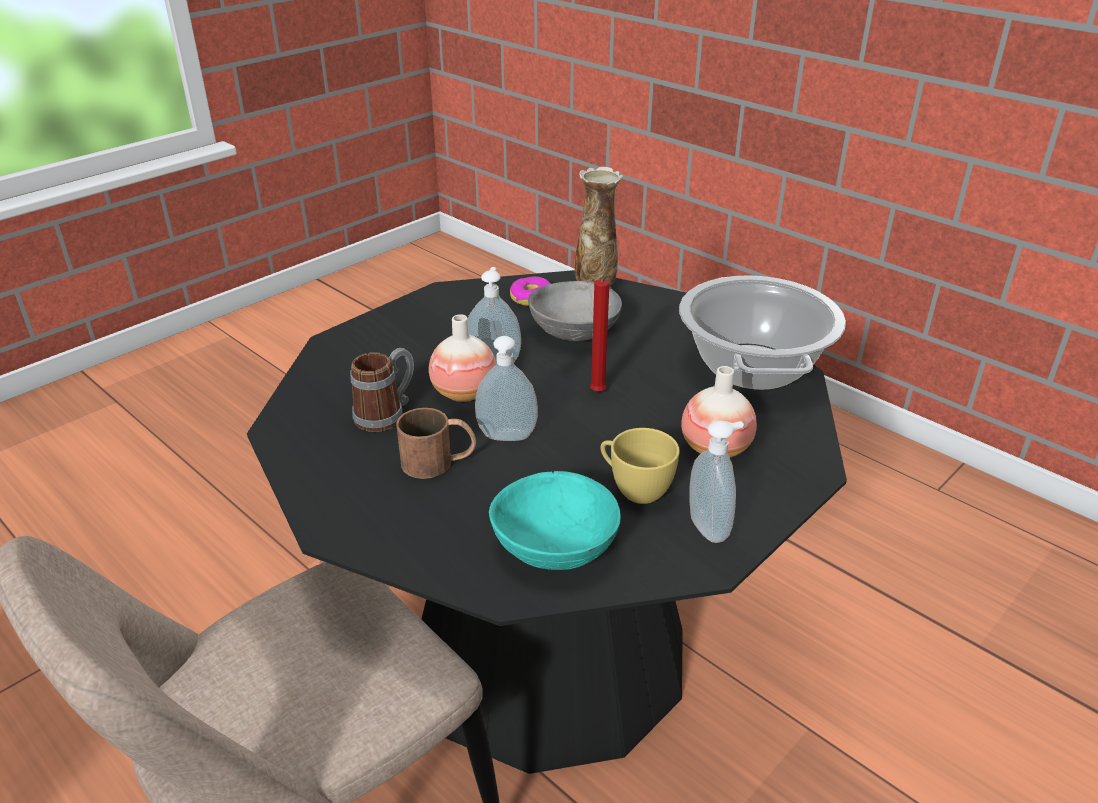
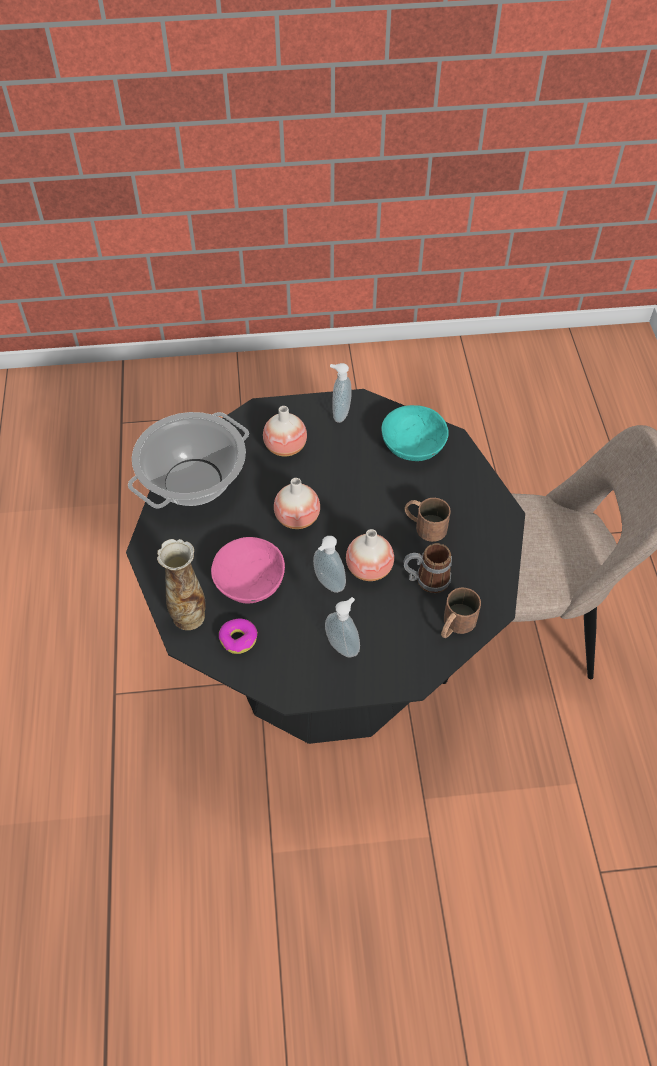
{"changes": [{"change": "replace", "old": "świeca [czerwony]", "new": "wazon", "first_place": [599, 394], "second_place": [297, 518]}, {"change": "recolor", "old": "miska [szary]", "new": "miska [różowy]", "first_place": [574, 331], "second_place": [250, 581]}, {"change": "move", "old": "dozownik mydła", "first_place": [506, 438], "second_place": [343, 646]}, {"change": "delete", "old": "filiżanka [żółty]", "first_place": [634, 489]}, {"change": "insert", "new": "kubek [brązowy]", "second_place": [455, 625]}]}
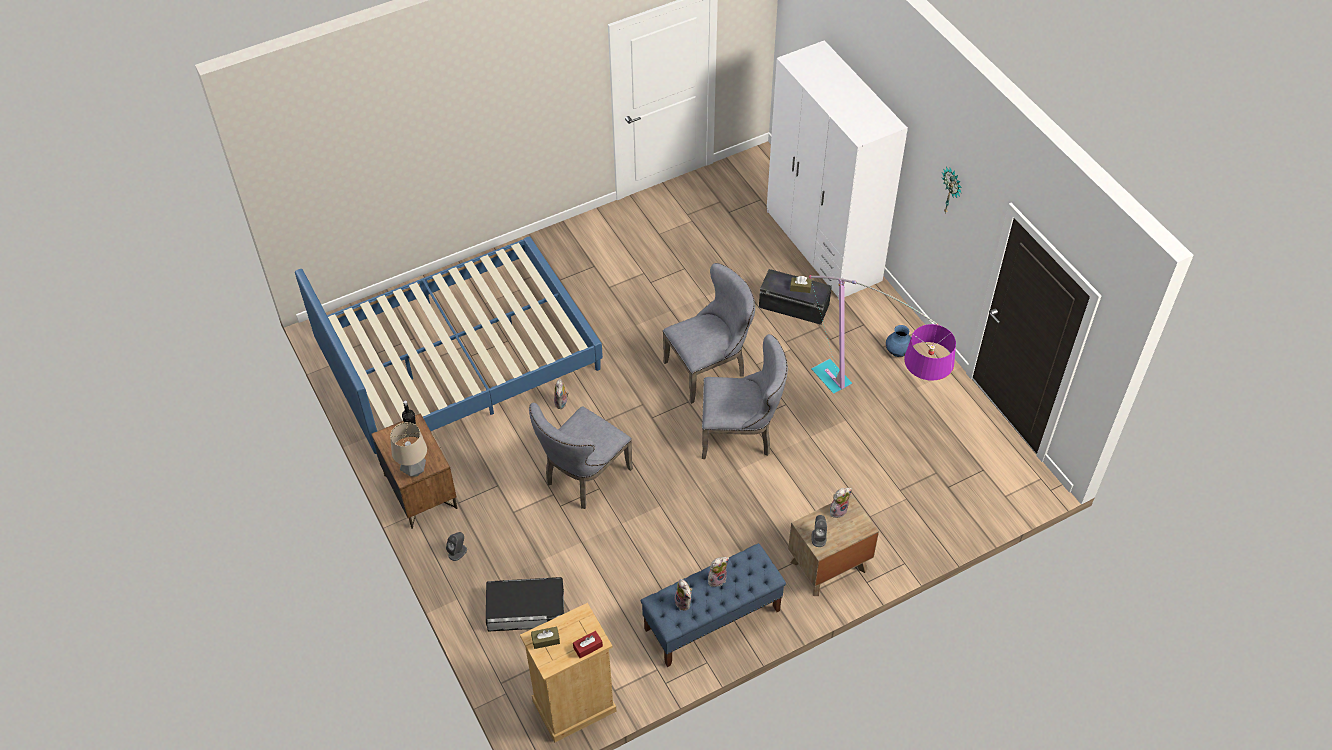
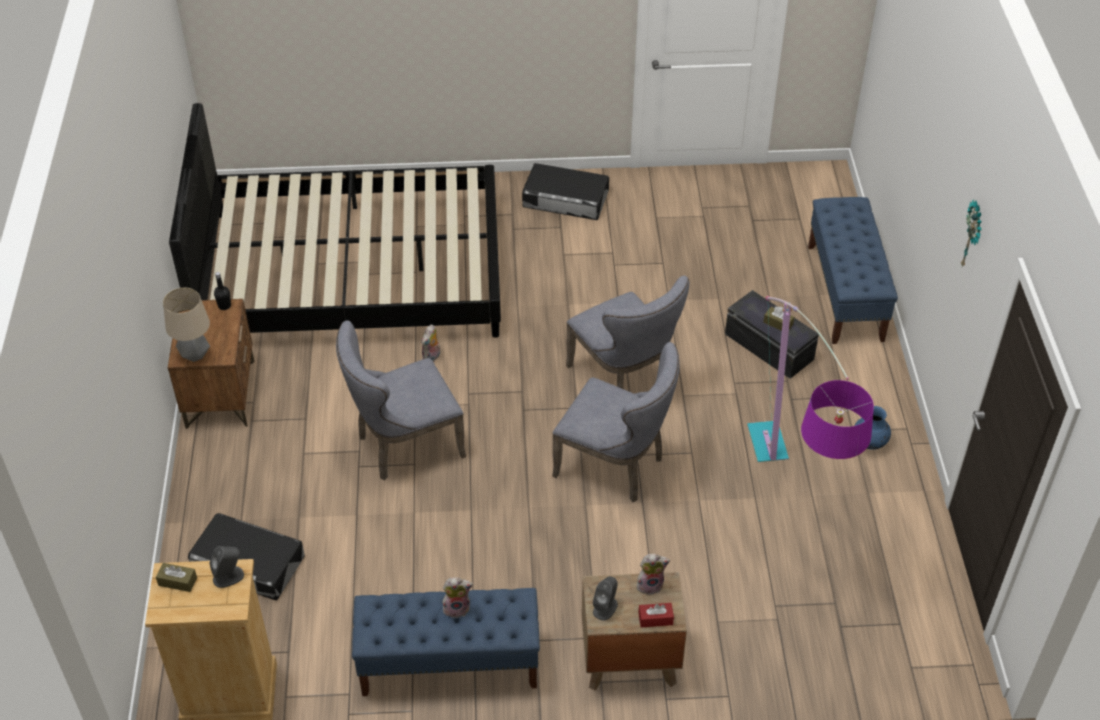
{"changes": [{"change": "replace", "old": "szafa [biały]", "new": "ławka [niebieski]", "first_place": [823, 246], "second_place": [845, 293]}, {"change": "recolor", "old": "łóżko [niebieski]", "new": "łóżko [czarny]", "first_place": [459, 359], "second_place": [352, 273]}, {"change": "rotate", "old": "krzesło [szary]", "first_place": [710, 368], "second_place": [624, 380], "degrees": 60}, {"change": "move", "old": "głośnik [szary]", "first_place": [458, 552], "second_place": [229, 577]}, {"change": "delete", "old": "pluszak", "first_place": [684, 602]}, {"change": "move", "old": "pudełko chusteczek [czerwony]", "first_place": [588, 647], "second_place": [655, 619]}, {"change": "insert", "new": "pojemnik do przechowywania [czarny]", "second_place": [566, 198]}]}
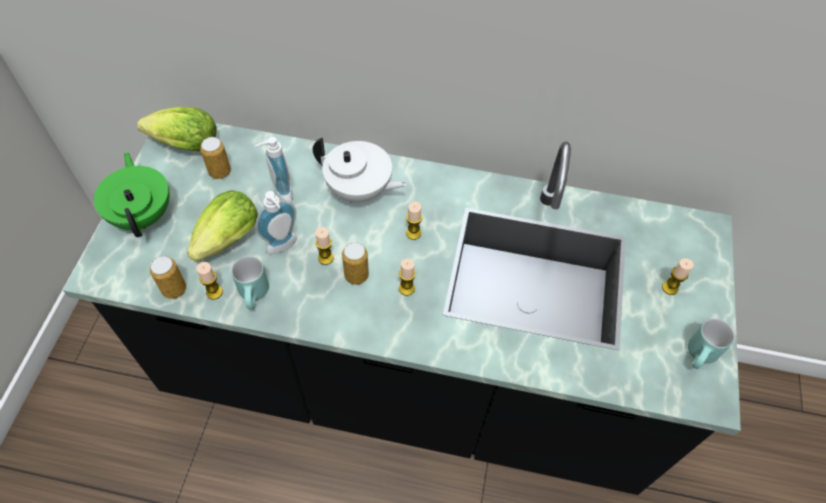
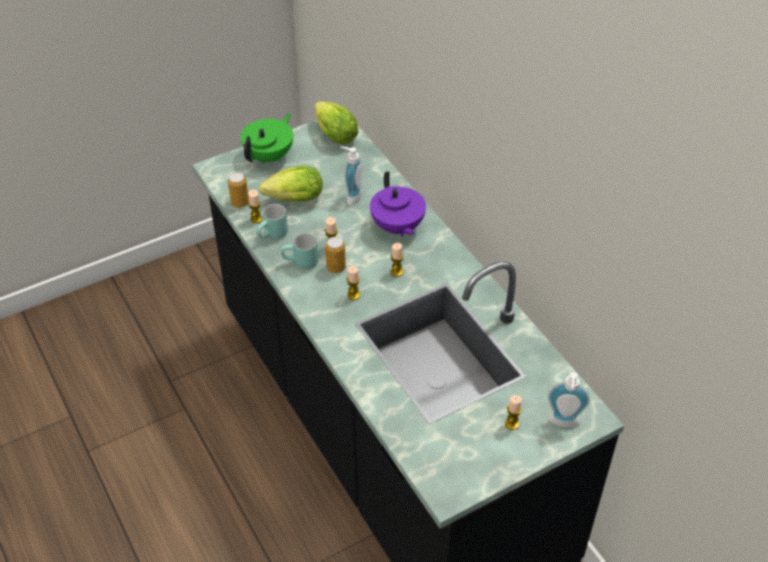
{"changes": [{"change": "delete", "old": "puszka", "first_place": [220, 172]}, {"change": "recolor", "old": "imbryk [biały]", "new": "imbryk [fioletowy]", "first_place": [359, 190], "second_place": [397, 227]}, {"change": "move", "old": "dozownik mydła", "first_place": [284, 247], "second_place": [563, 424]}, {"change": "move", "old": "kubek [turkusowy]", "first_place": [701, 357], "second_place": [301, 264]}]}
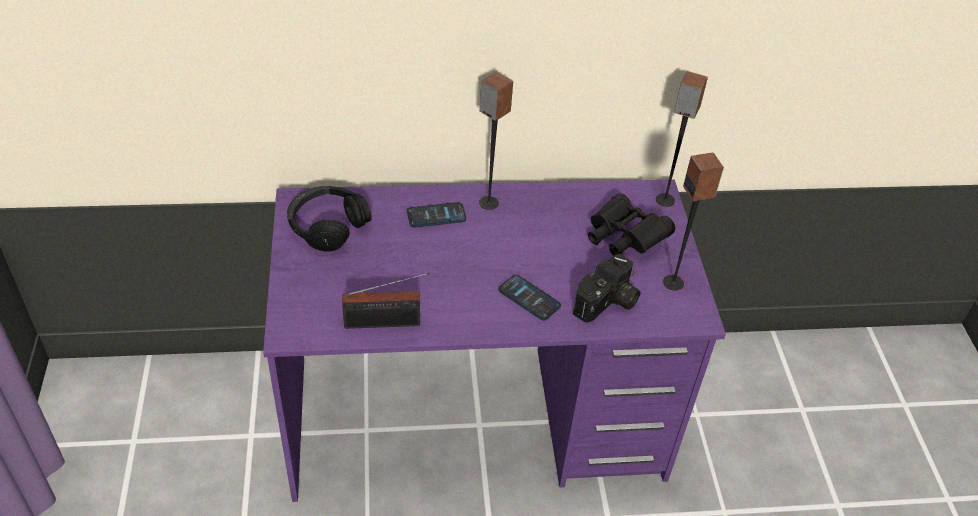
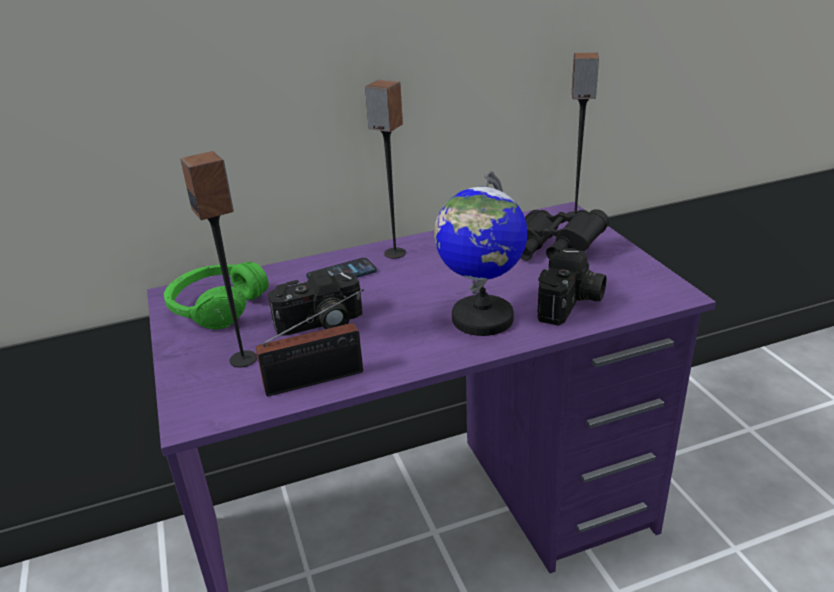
{"changes": [{"change": "move", "old": "głośnik", "first_place": [673, 283], "second_place": [244, 359]}, {"change": "recolor", "old": "słuchawki [czarny]", "new": "słuchawki [zielony]", "first_place": [327, 226], "second_place": [217, 307]}, {"change": "replace", "old": "telefon", "new": "globus", "first_place": [529, 298], "second_place": [481, 318]}, {"change": "insert", "new": "aparat fotograficzny", "second_place": [320, 325]}]}
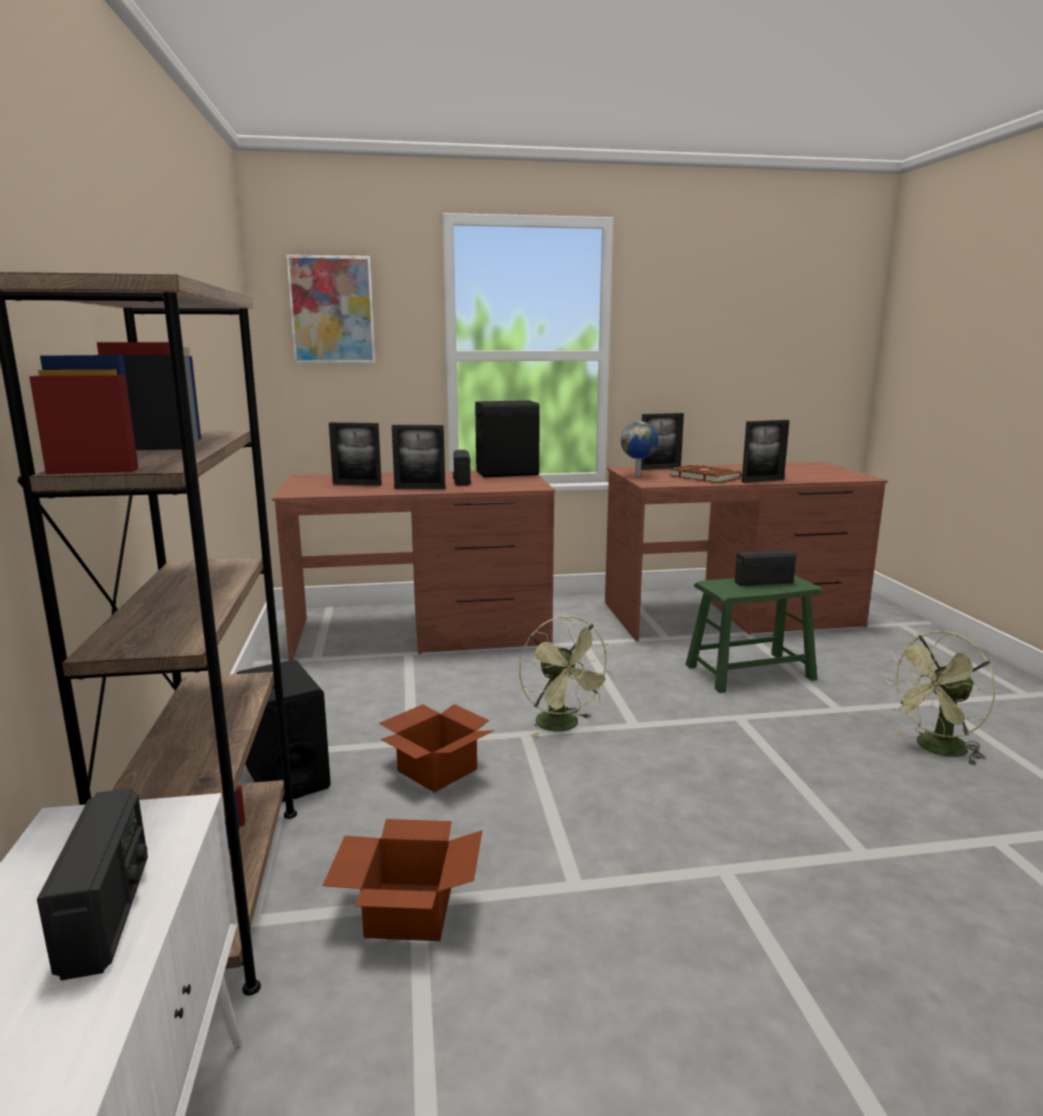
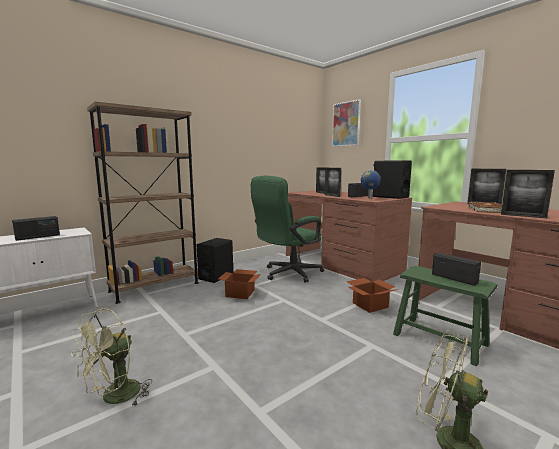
{"changes": [{"change": "move", "old": "globus", "first_place": [638, 476], "second_place": [370, 198]}, {"change": "move", "old": "wentylator [zielony]", "first_place": [563, 726], "second_place": [114, 398]}, {"change": "move", "old": "karton", "first_place": [407, 910], "second_place": [370, 304]}, {"change": "insert", "new": "krzesło biurowe [zielony]", "second_place": [288, 274]}]}
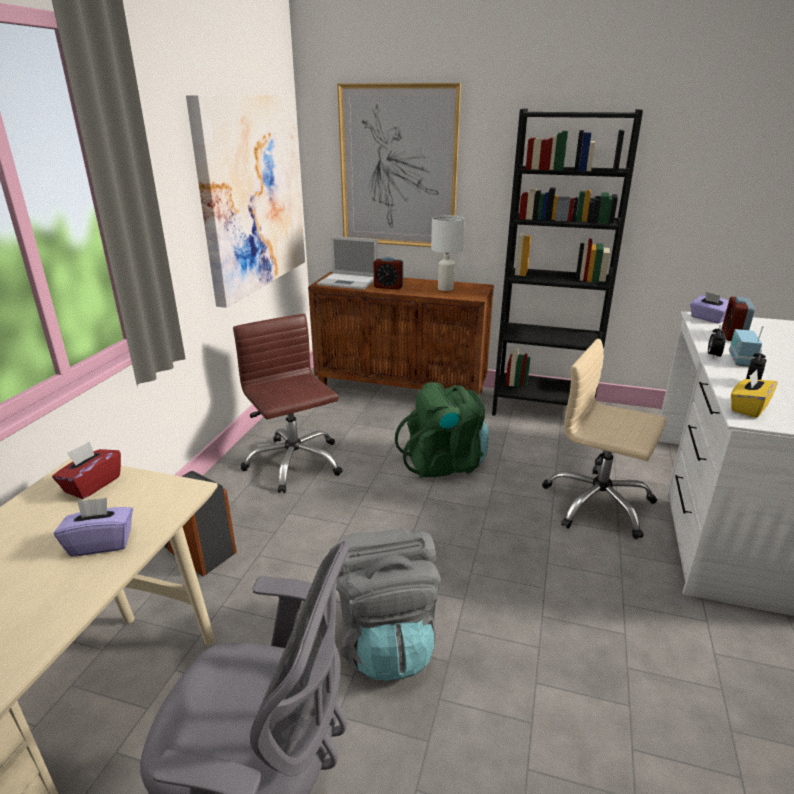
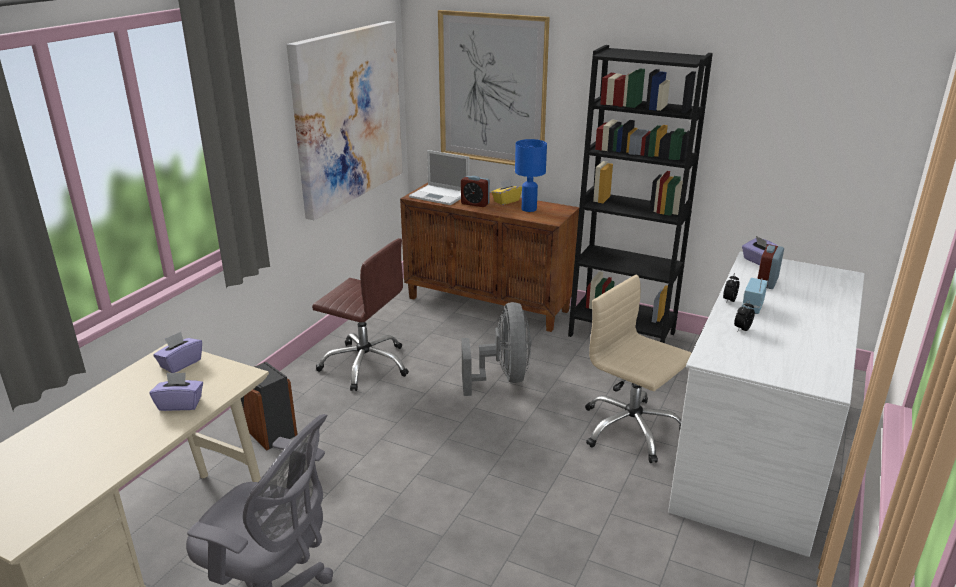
{"changes": [{"change": "recolor", "old": "lampa stołowa [biały]", "new": "lampa stołowa [niebieski]", "first_place": [445, 288], "second_place": [529, 209]}, {"change": "rotate", "old": "krzesło biurowe [brązowy]", "first_place": [294, 463], "second_place": [365, 364], "degrees": 135}, {"change": "move", "old": "pudełko chusteczek [żółty]", "first_place": [748, 408], "second_place": [506, 201]}, {"change": "replace", "old": "plecak [zielony]", "new": "wentylator [szary]", "first_place": [444, 463], "second_place": [502, 378]}, {"change": "recolor", "old": "pudełko chusteczek [czerwony]", "new": "pudełko chusteczek [fioletowy]", "first_place": [92, 484], "second_place": [180, 363]}, {"change": "delete", "old": "plecak [szary]", "first_place": [386, 639]}]}
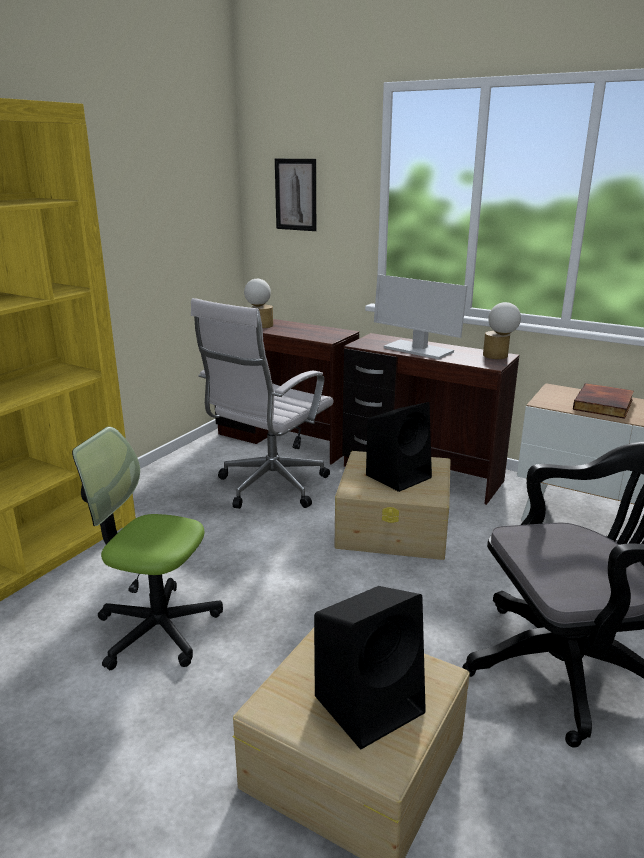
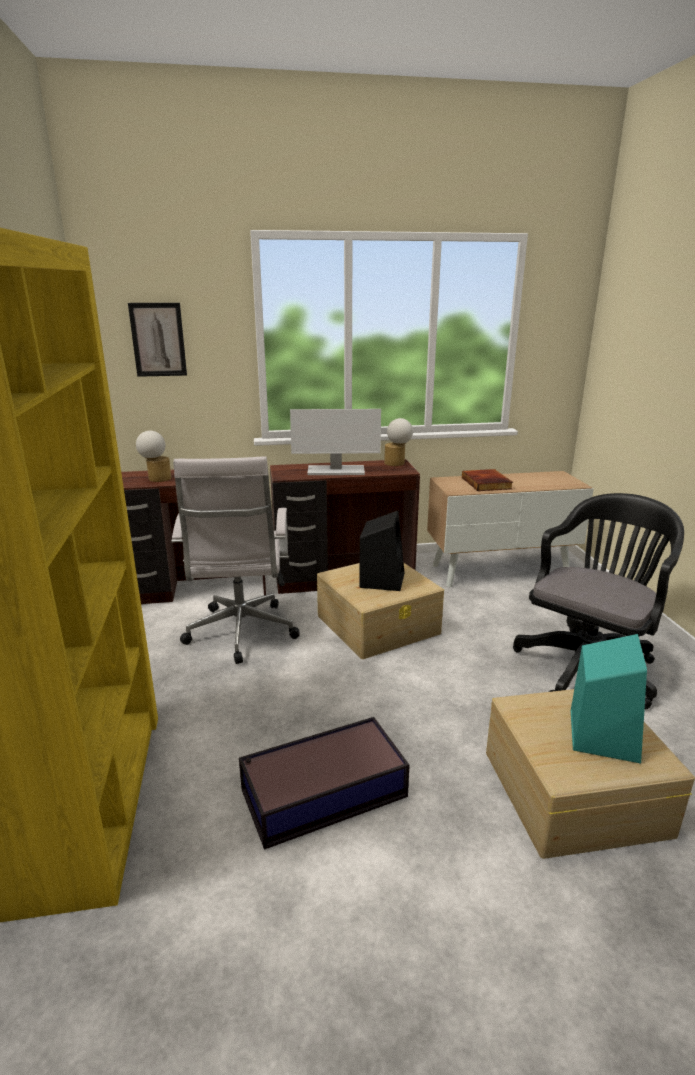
{"changes": [{"change": "replace", "old": "krzesło biurowe", "new": "pojemnik do przechowywania", "first_place": [158, 628], "second_place": [321, 793]}, {"change": "recolor", "old": "głośnik [czarny]", "new": "głośnik [turkusowy]", "first_place": [370, 702], "second_place": [602, 734]}]}
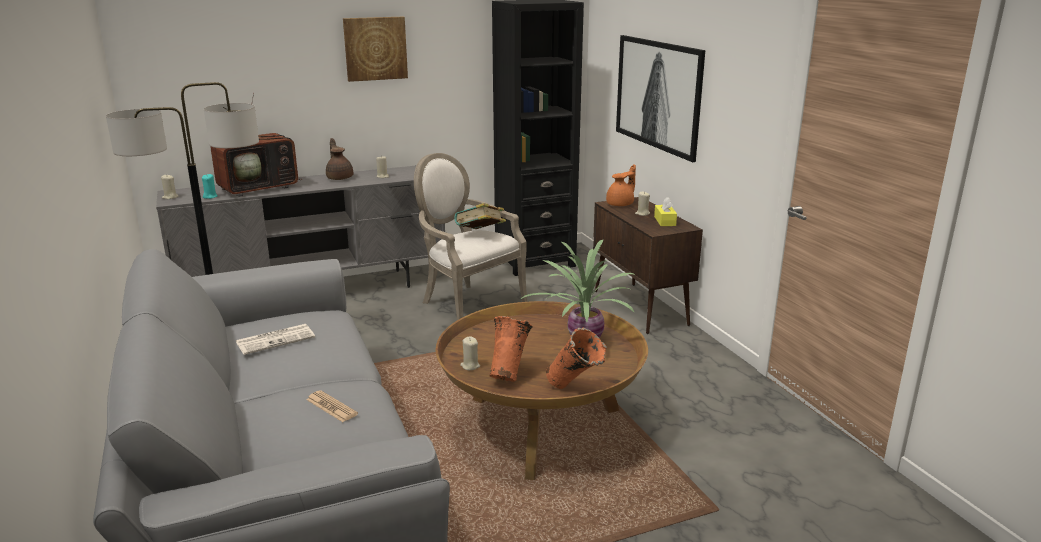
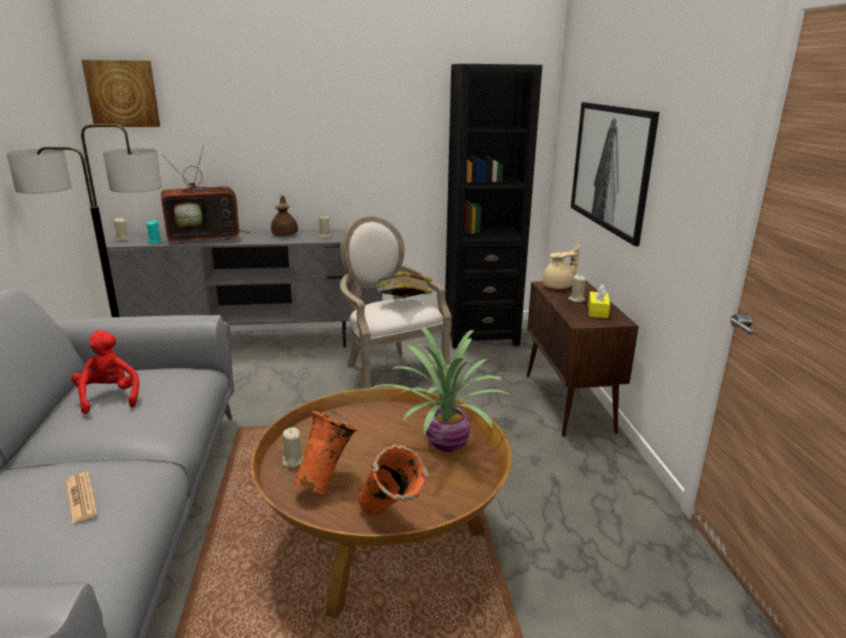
{"changes": [{"change": "move", "old": "obraz", "first_place": [375, 48], "second_place": [123, 94]}, {"change": "recolor", "old": "imbryk [pomarańczowy]", "new": "imbryk [beżowy]", "first_place": [621, 204], "second_place": [558, 286]}, {"change": "replace", "old": "gazeta", "new": "pluszak [czerwony]", "first_place": [276, 339], "second_place": [109, 397]}]}
